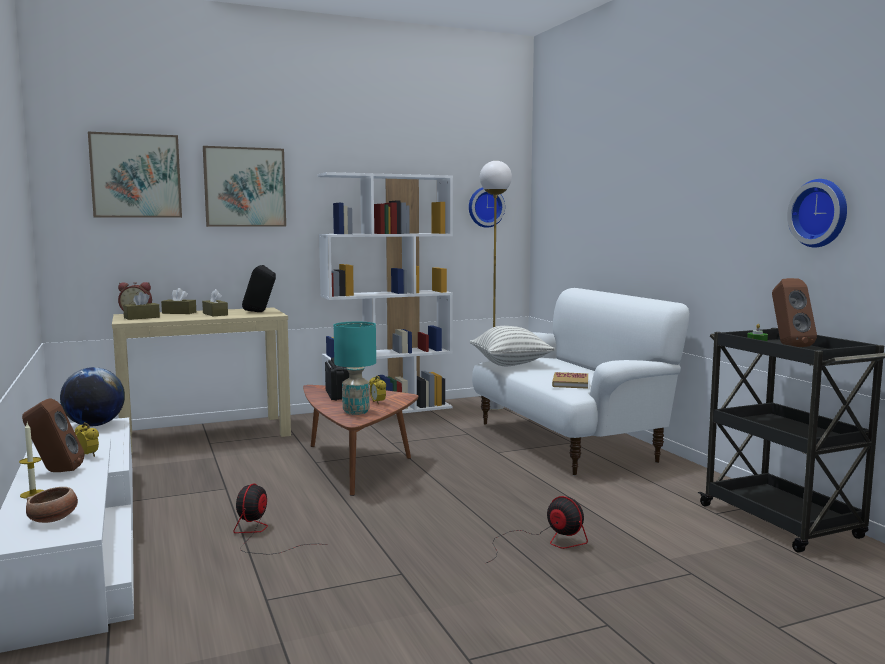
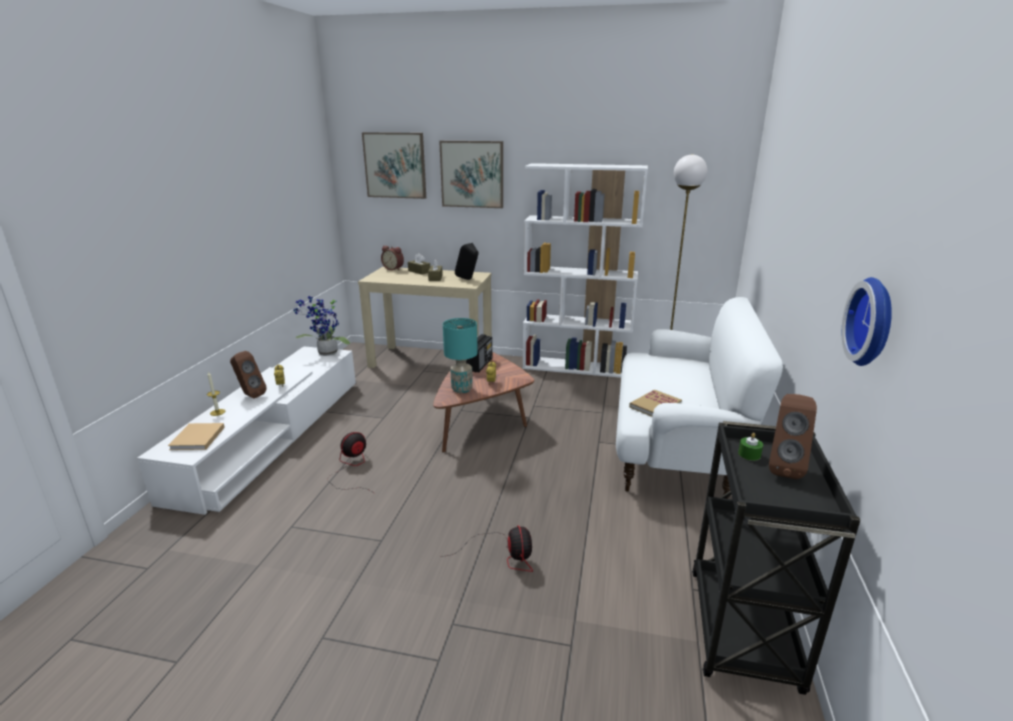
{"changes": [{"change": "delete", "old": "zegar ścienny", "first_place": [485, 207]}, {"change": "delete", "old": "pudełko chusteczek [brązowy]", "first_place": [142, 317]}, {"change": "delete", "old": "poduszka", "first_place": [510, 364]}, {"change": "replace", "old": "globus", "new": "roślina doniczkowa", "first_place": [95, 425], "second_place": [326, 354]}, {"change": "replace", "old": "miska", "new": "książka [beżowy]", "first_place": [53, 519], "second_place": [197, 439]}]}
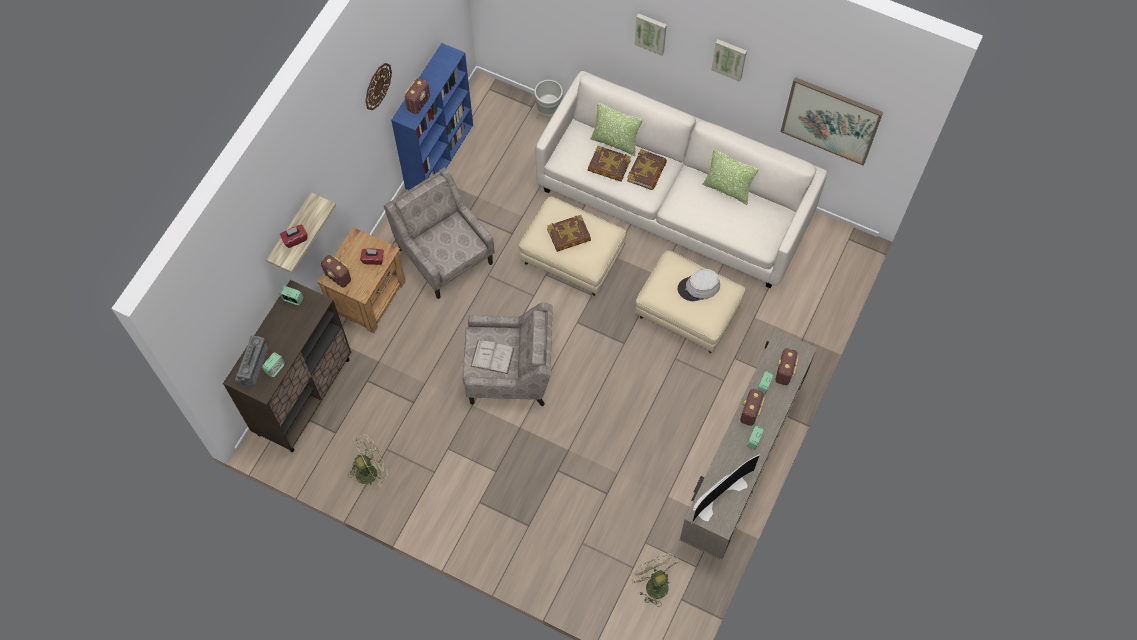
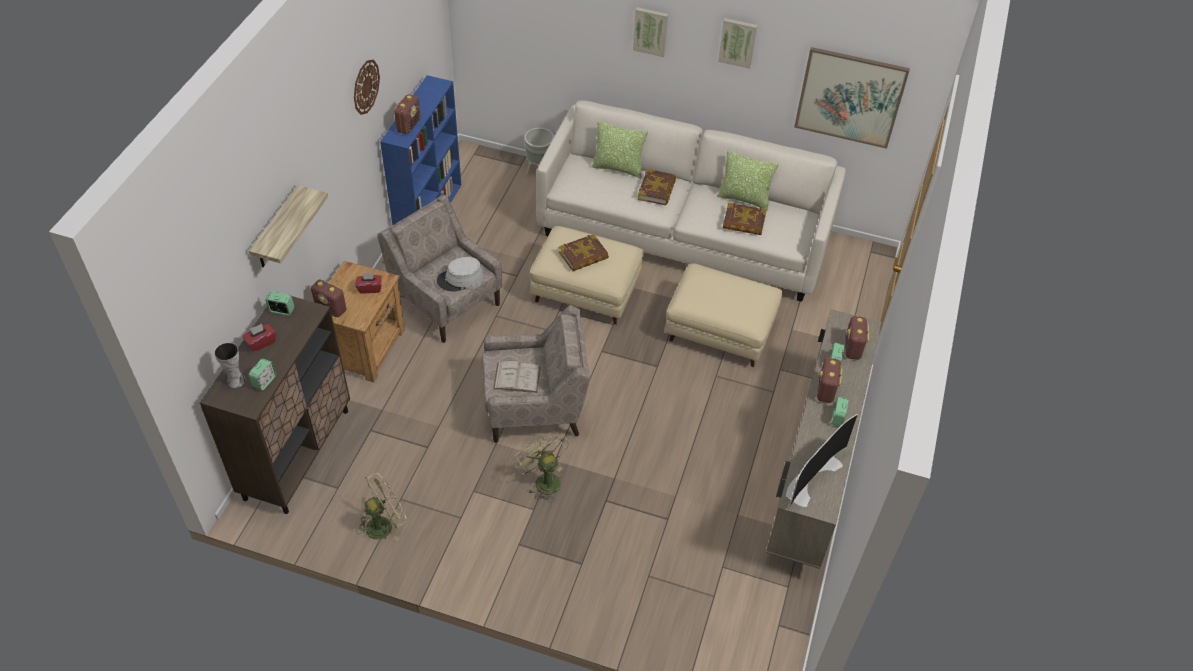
{"changes": [{"change": "move", "old": "książka", "first_place": [609, 166], "second_place": [744, 222]}, {"change": "move", "old": "pudełko chusteczek [czerwony]", "first_place": [295, 239], "second_place": [261, 342]}, {"change": "move", "old": "kapelusz [szary]", "first_place": [698, 287], "second_place": [460, 278]}, {"change": "replace", "old": "radio", "new": "wazon", "first_place": [252, 364], "second_place": [235, 380]}, {"change": "move", "old": "wentylator [zielony]", "first_place": [653, 583], "second_place": [543, 480]}]}
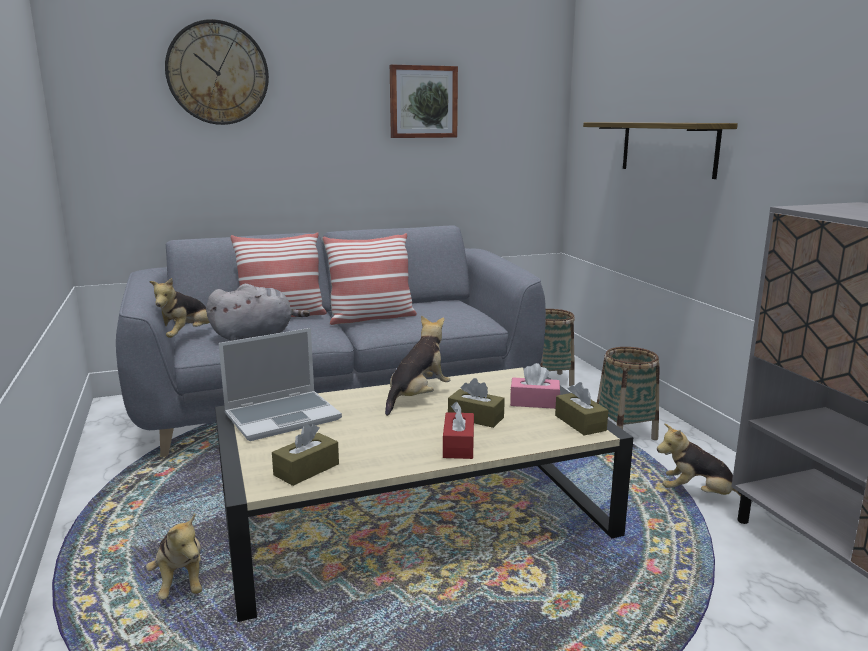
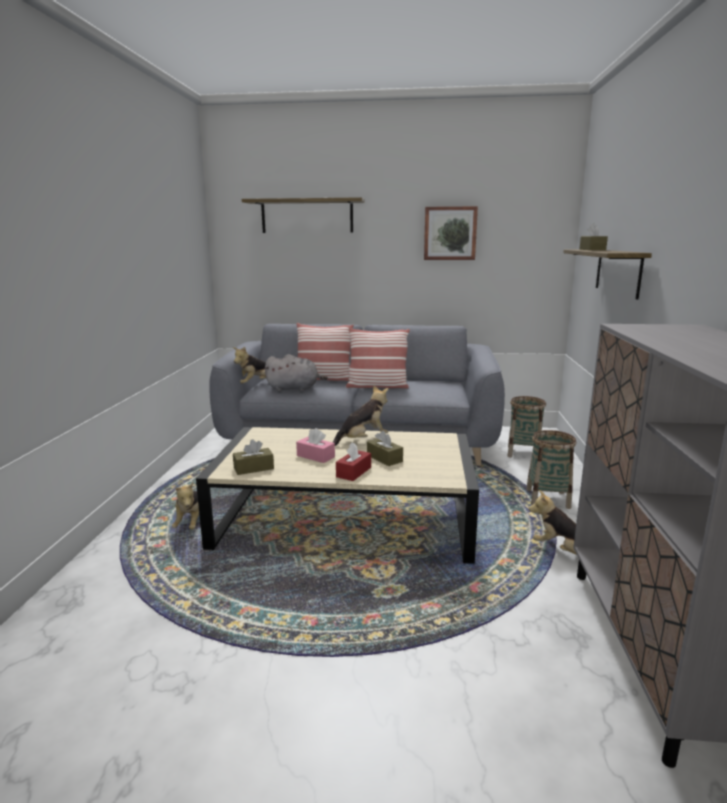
{"changes": [{"change": "replace", "old": "zegar ścienny", "new": "półka", "first_place": [217, 73], "second_place": [307, 216]}, {"change": "delete", "old": "laptop", "first_place": [283, 416]}, {"change": "move", "old": "pudełko chusteczek [różowy]", "first_place": [534, 402], "second_place": [315, 456]}, {"change": "move", "old": "pudełko chusteczek [brązowy]", "first_place": [580, 423], "second_place": [592, 249]}]}
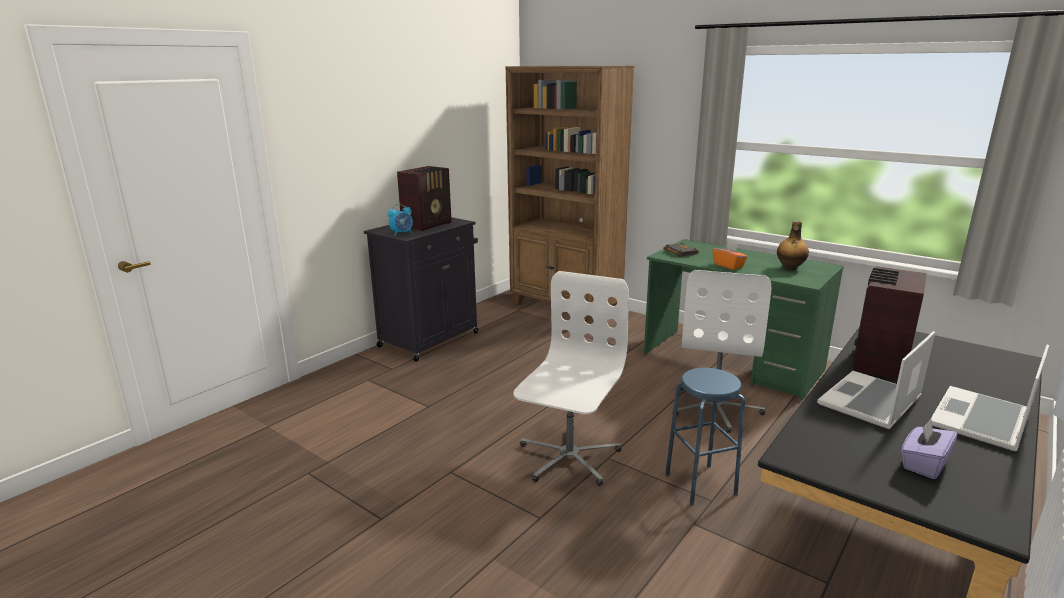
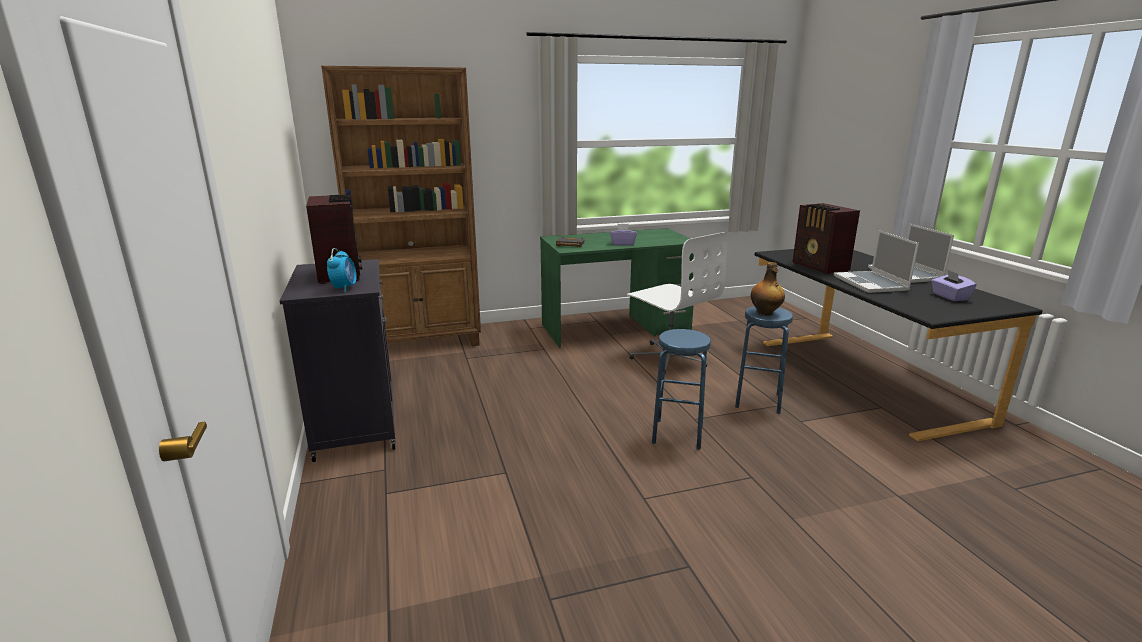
{"changes": [{"change": "move", "old": "butelka", "first_place": [790, 268], "second_place": [765, 313]}, {"change": "recolor", "old": "pudełko chusteczek [pomarańczowy]", "new": "pudełko chusteczek [fioletowy]", "first_place": [728, 265], "second_place": [622, 244]}, {"change": "replace", "old": "krzesło biurowe [biały]", "new": "stołek [niebieski]", "first_place": [568, 457], "second_place": [677, 434]}]}
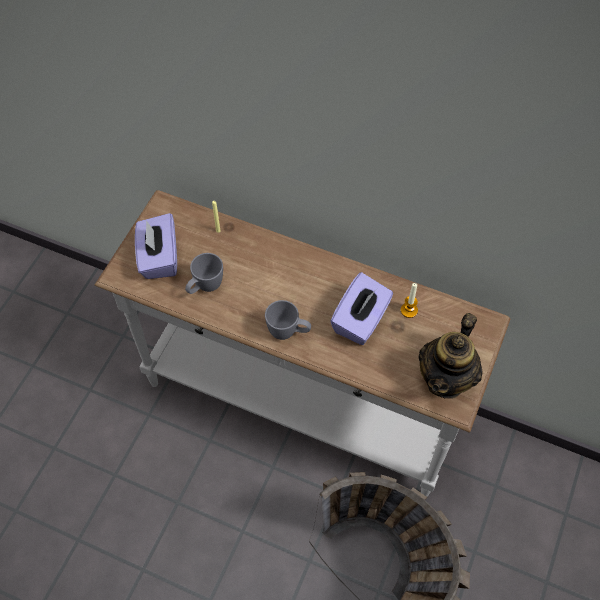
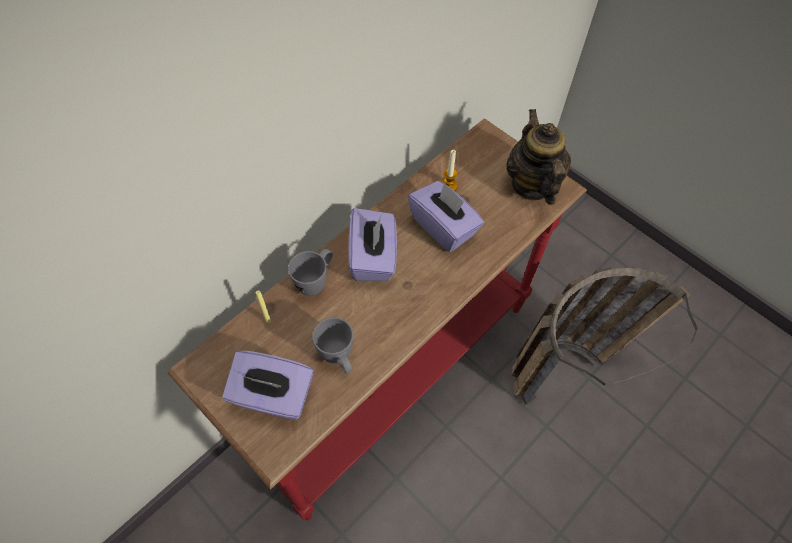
{"changes": [{"change": "recolor", "old": "stolik konsolowy [biały]", "new": "stolik konsolowy [czerwony]", "first_place": [300, 405], "second_place": [393, 378]}, {"change": "move", "old": "kubek [szary]", "first_place": [288, 332], "second_place": [315, 281]}, {"change": "rotate", "old": "imbryk", "first_place": [446, 378], "second_place": [531, 184], "degrees": -150}, {"change": "insert", "new": "pudełko chusteczek [fioletowy]", "second_place": [373, 258]}]}
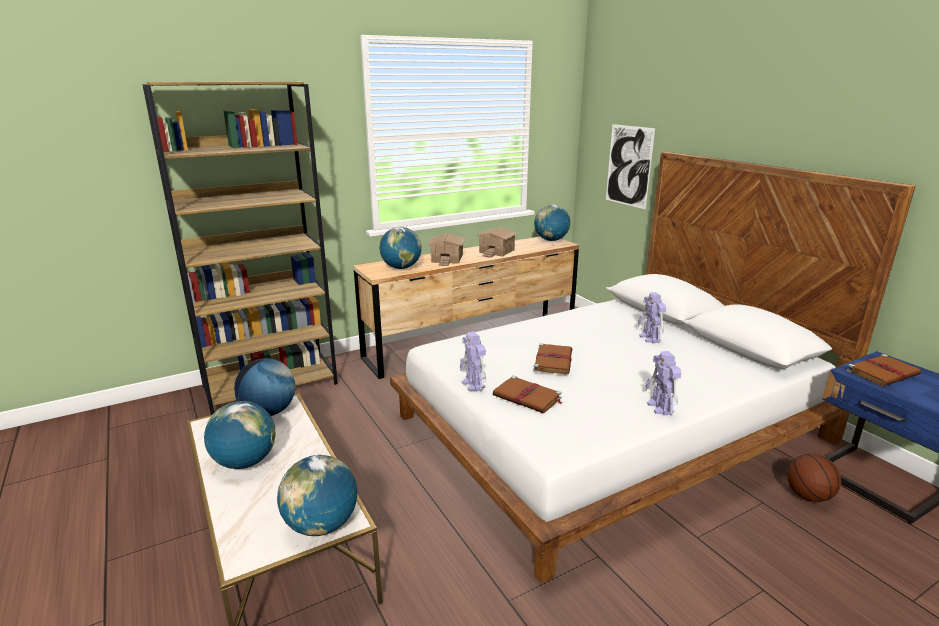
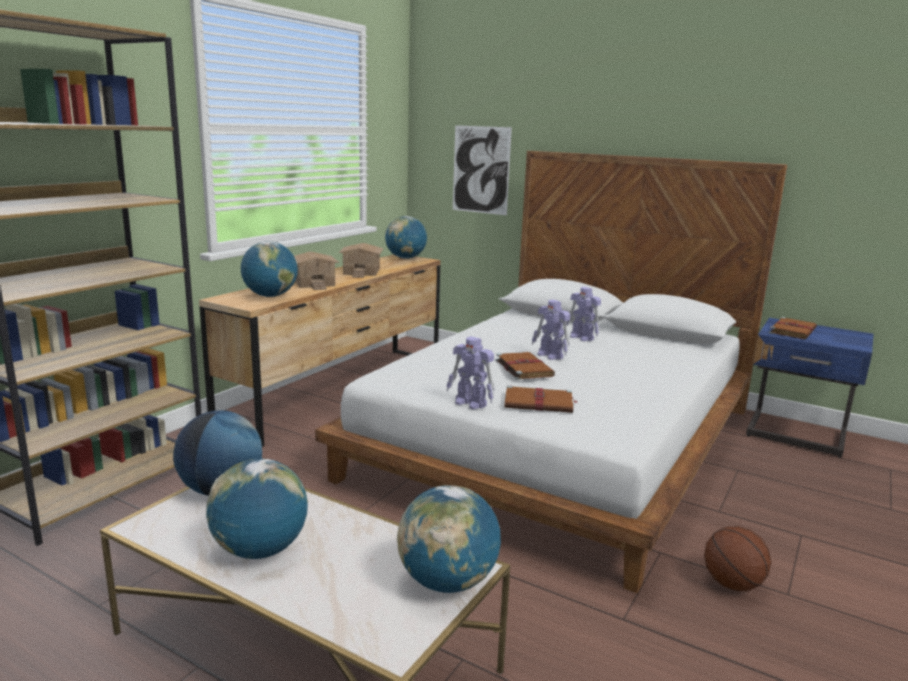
{"changes": [{"change": "move", "old": "robot zabawkowy", "first_place": [660, 408], "second_place": [550, 355]}, {"change": "move", "old": "piłka do koszykówki", "first_place": [809, 496], "second_place": [733, 584]}]}
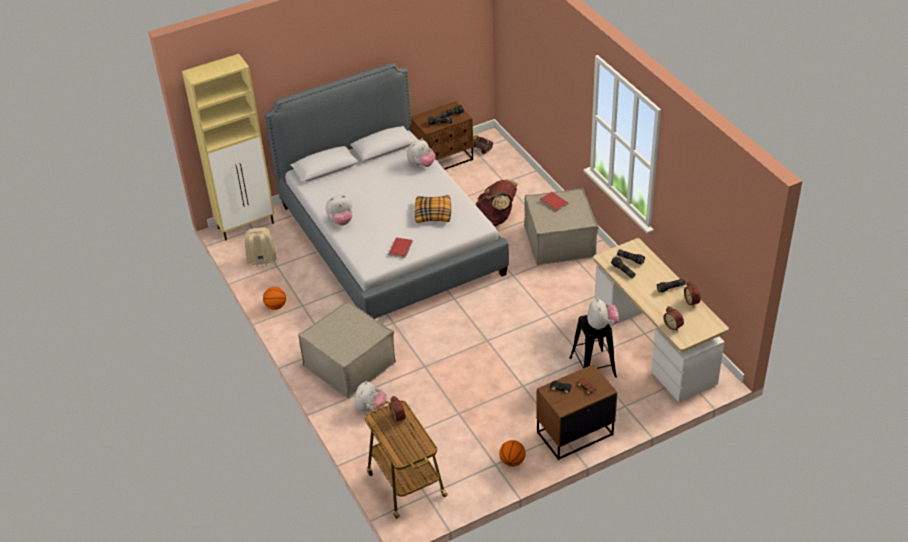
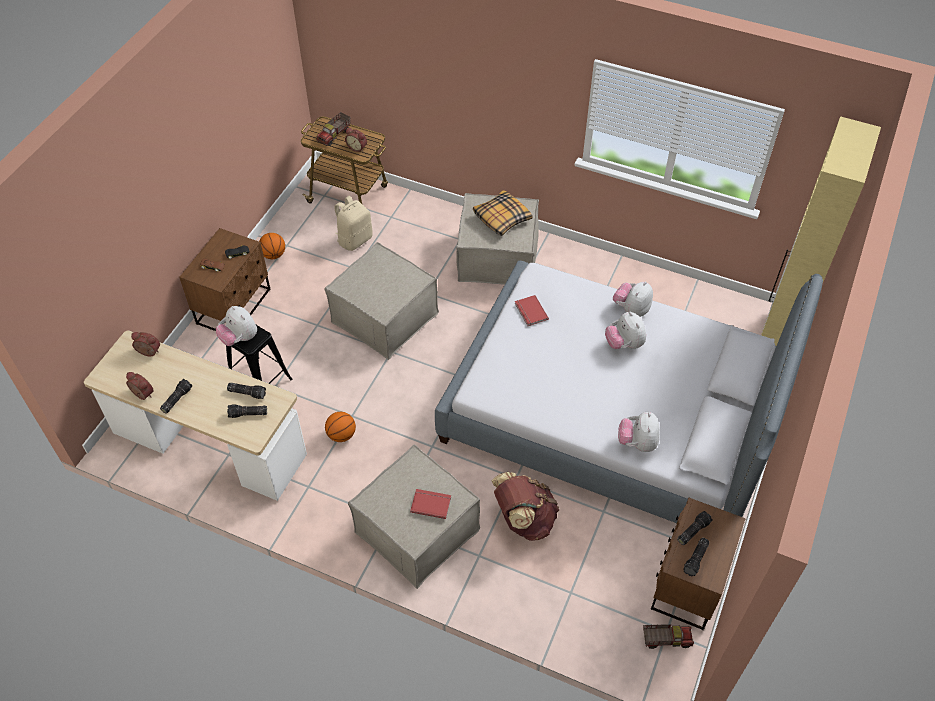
{"changes": [{"change": "move", "old": "poduszka", "first_place": [433, 213], "second_place": [501, 218]}, {"change": "move", "old": "plecak [beżowy]", "first_place": [261, 261], "second_place": [354, 239]}, {"change": "move", "old": "piłka do koszykówki", "first_place": [276, 306], "second_place": [341, 435]}, {"change": "move", "old": "pluszak", "first_place": [370, 408], "second_place": [624, 344]}, {"change": "insert", "new": "ciężarówka zabawkowa", "second_place": [334, 135]}, {"change": "insert", "new": "pufa [beżowy]", "second_place": [384, 317]}]}
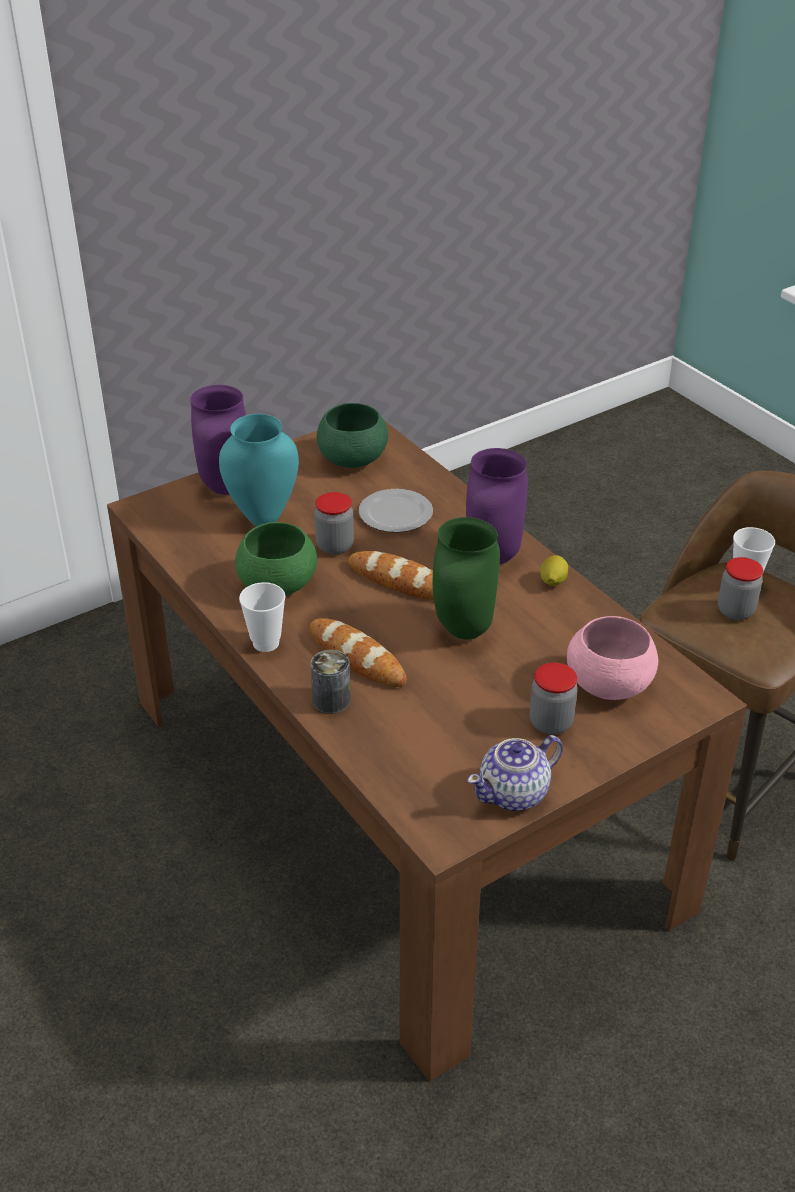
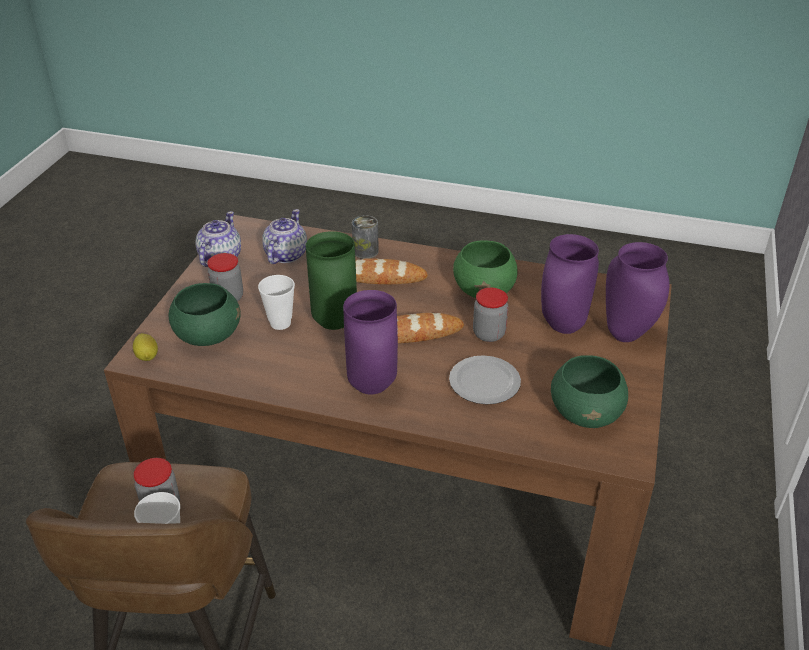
{"changes": [{"change": "recolor", "old": "wazon [turkusowy]", "new": "wazon [fioletowy]", "first_place": [263, 521], "second_place": [561, 326]}, {"change": "move", "old": "cytryna", "first_place": [552, 582], "second_place": [147, 356]}, {"change": "move", "old": "filiżanka", "first_place": [266, 643], "second_place": [280, 323]}, {"change": "recolor", "old": "miska [różowy]", "new": "miska [zielony]", "first_place": [609, 685], "second_place": [208, 336]}, {"change": "insert", "new": "imbryk", "second_place": [285, 255]}]}
